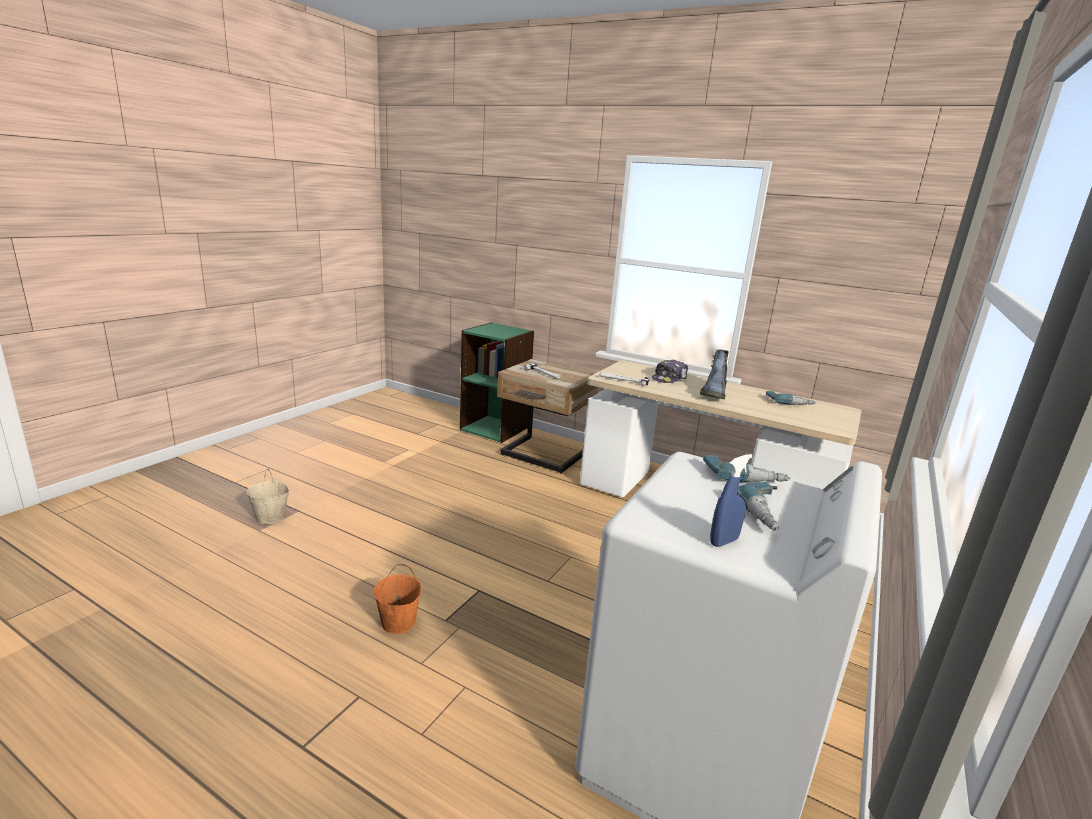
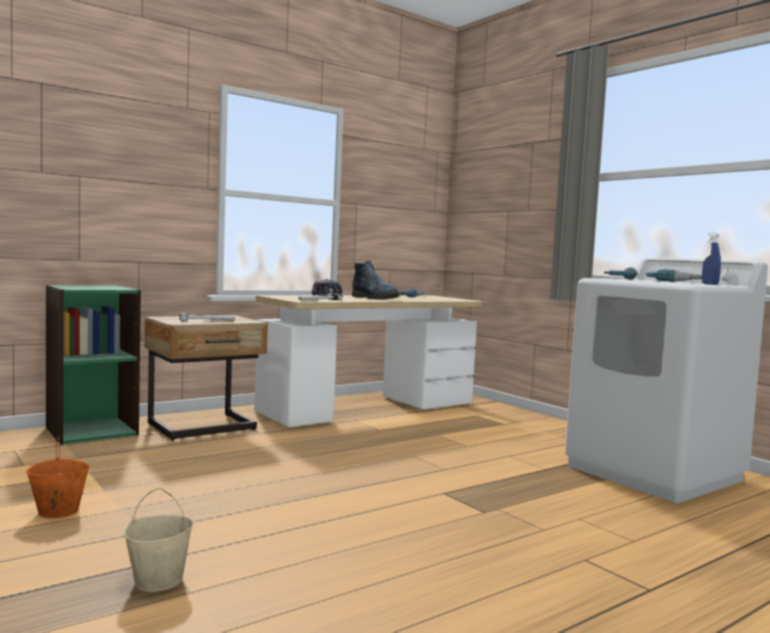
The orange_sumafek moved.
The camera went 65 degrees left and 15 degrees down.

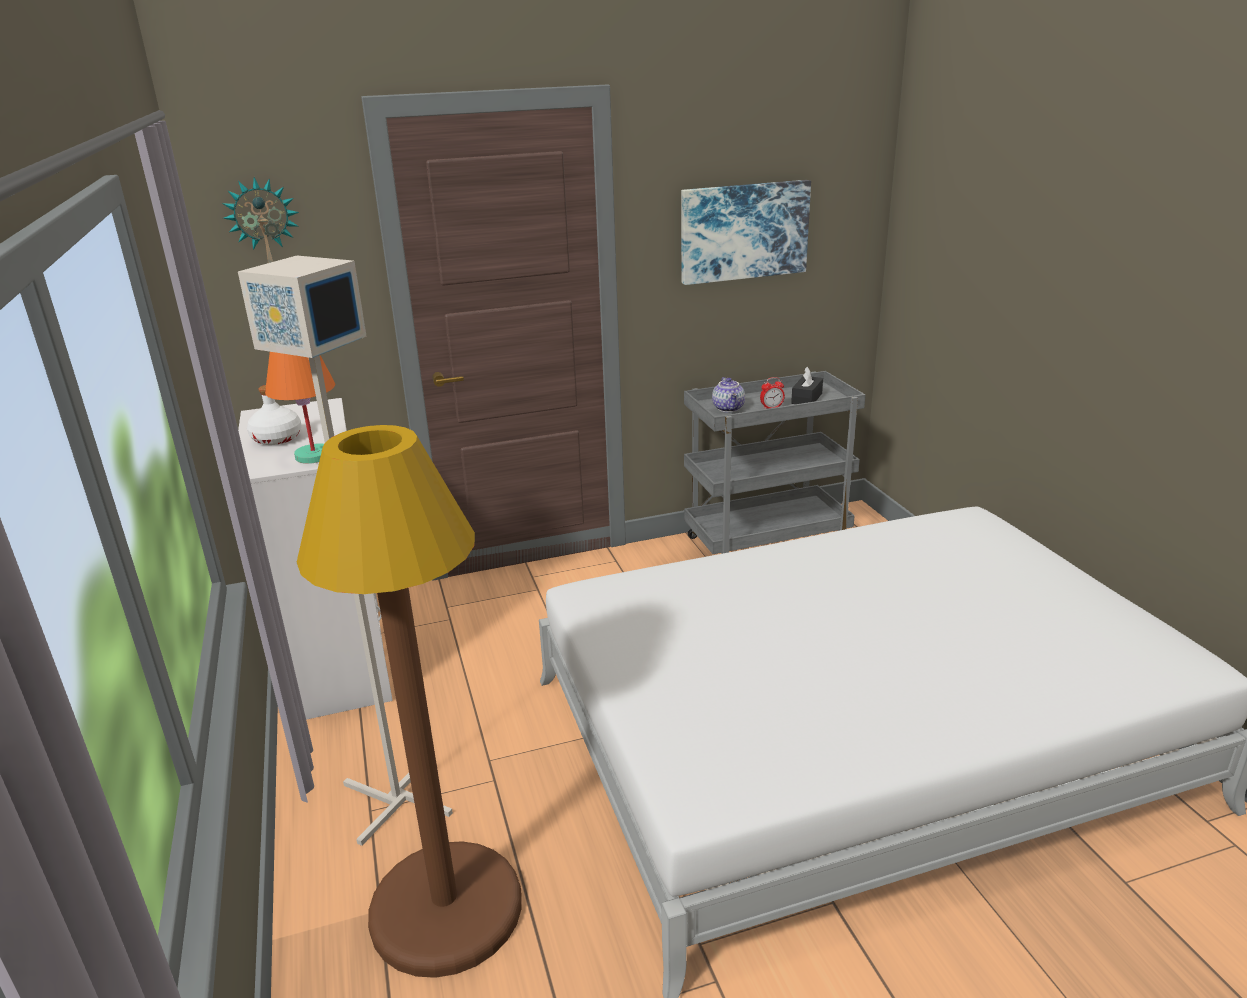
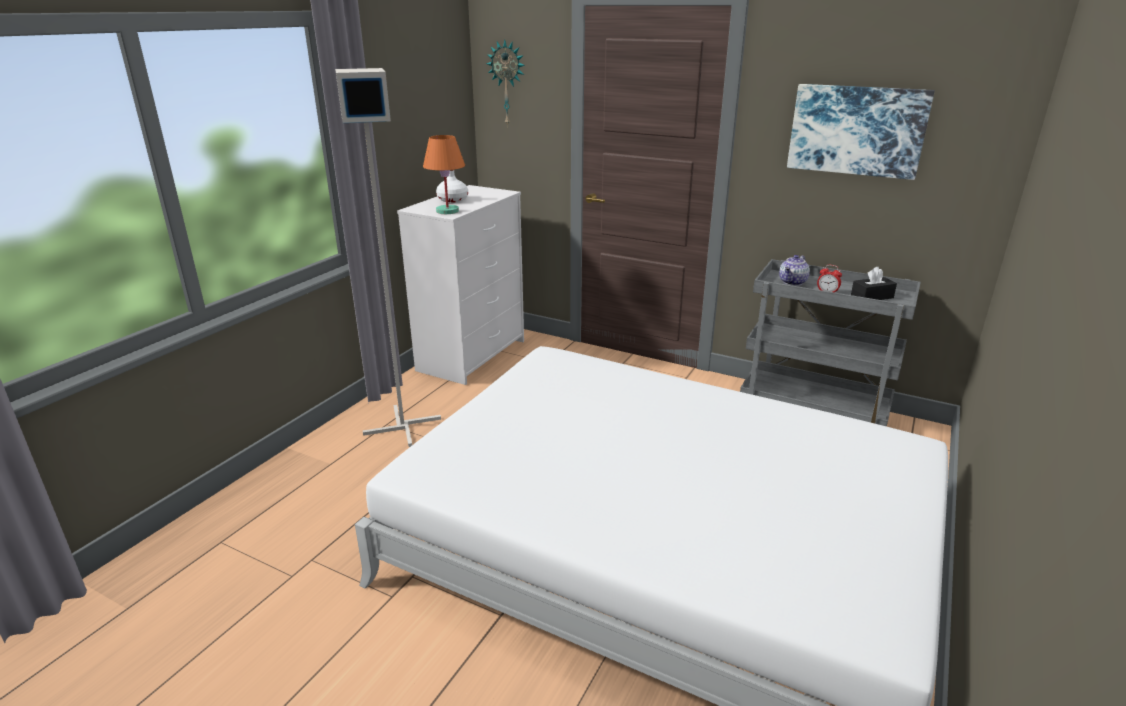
The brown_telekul disappeared.
The camera went 45 degrees right and 0 degrees up.

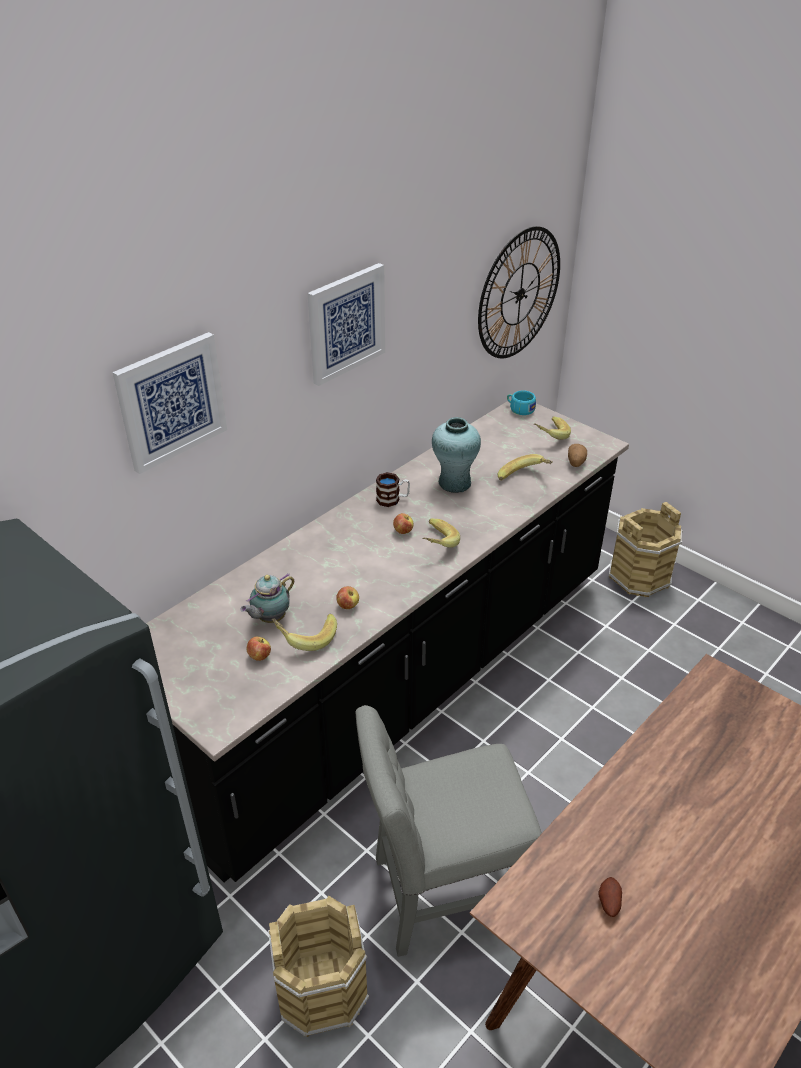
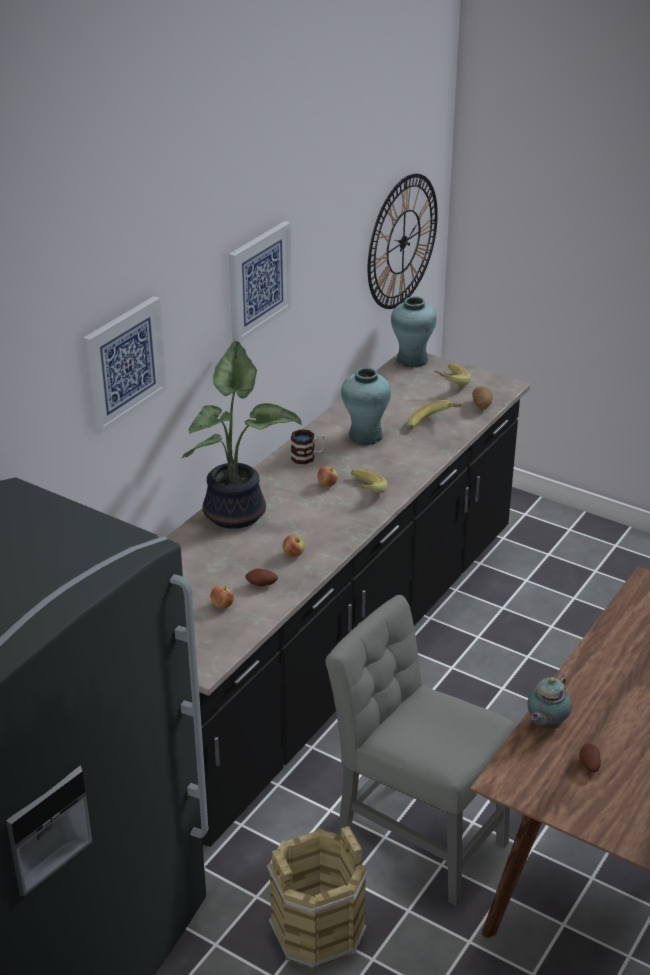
The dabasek appeared.
The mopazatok (no. 1 from left) was replaced by the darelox (no. 1 from left).
The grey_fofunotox turned 60 degrees clockwise.
The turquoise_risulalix was replaced by the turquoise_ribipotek (no. 2 from left).
The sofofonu moved.
The brown_sumafek (no. 2 from left) disappeared.
The camera went 10 degrees left and 5 degrees down.

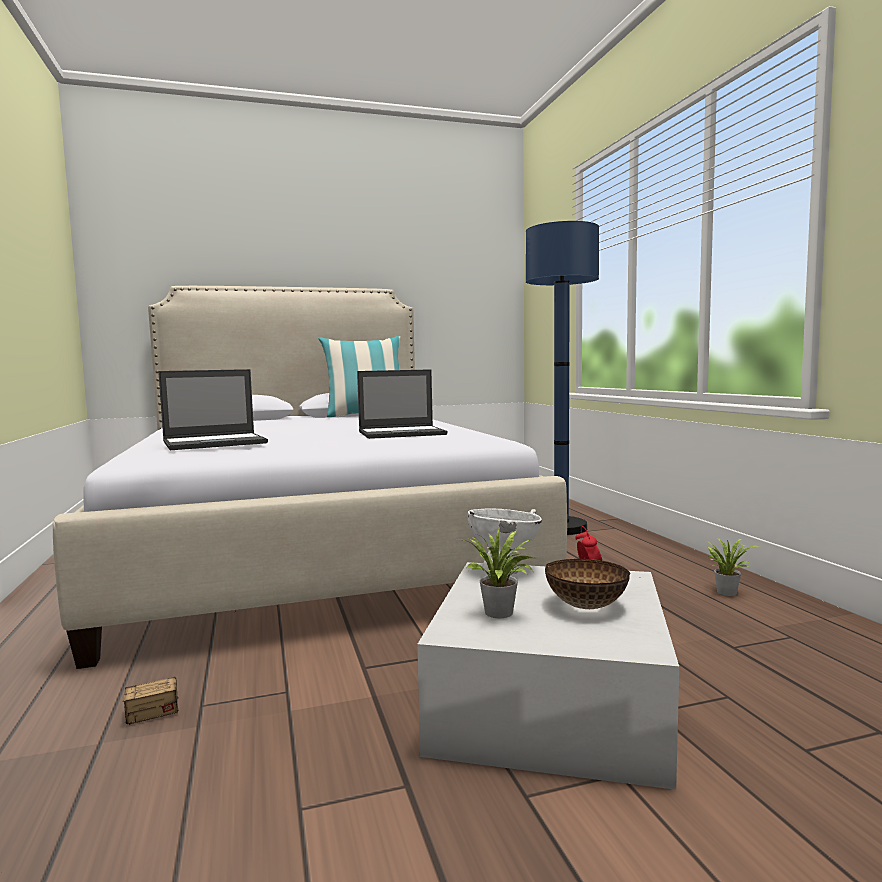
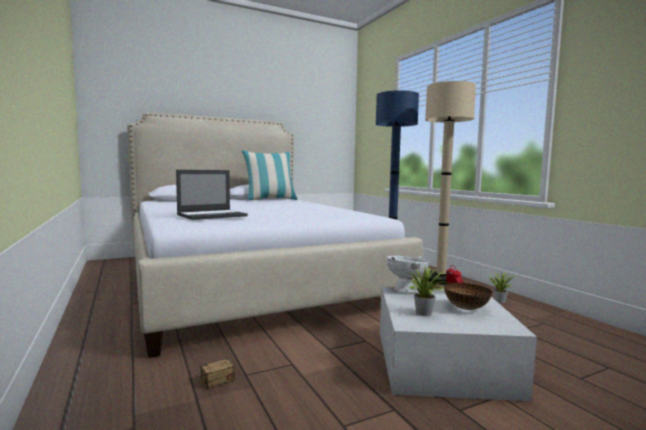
The beige_telekul appeared.
The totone (no. 2 from left) disappeared.
The camera went 10 degrees left and 0 degrees up.

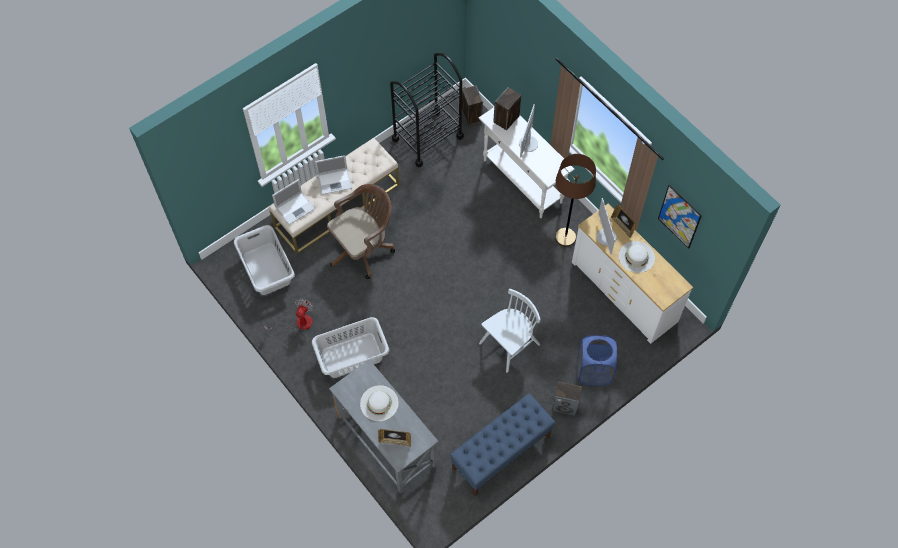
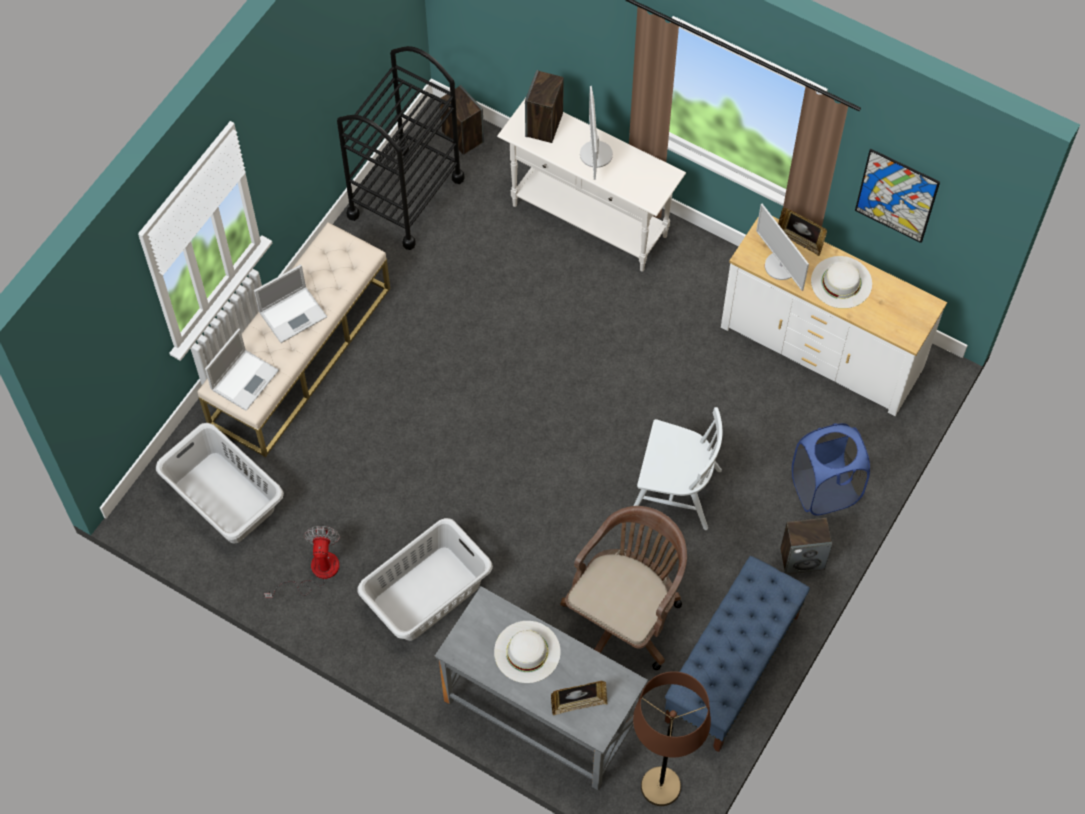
The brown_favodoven moved.
The white_fofunotox turned 75 degrees clockwise.
The brown_telekul moved.
The camera went 20 degrees left and 0 degrees up.

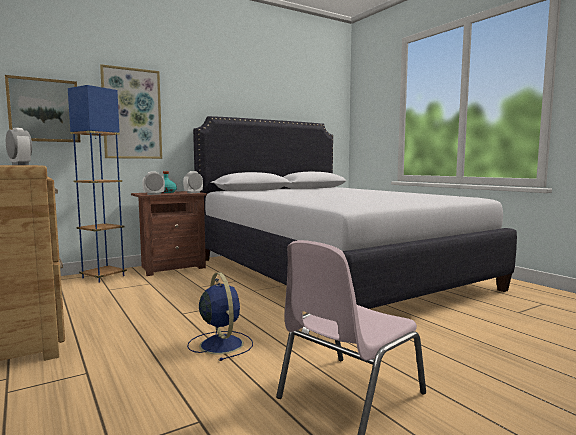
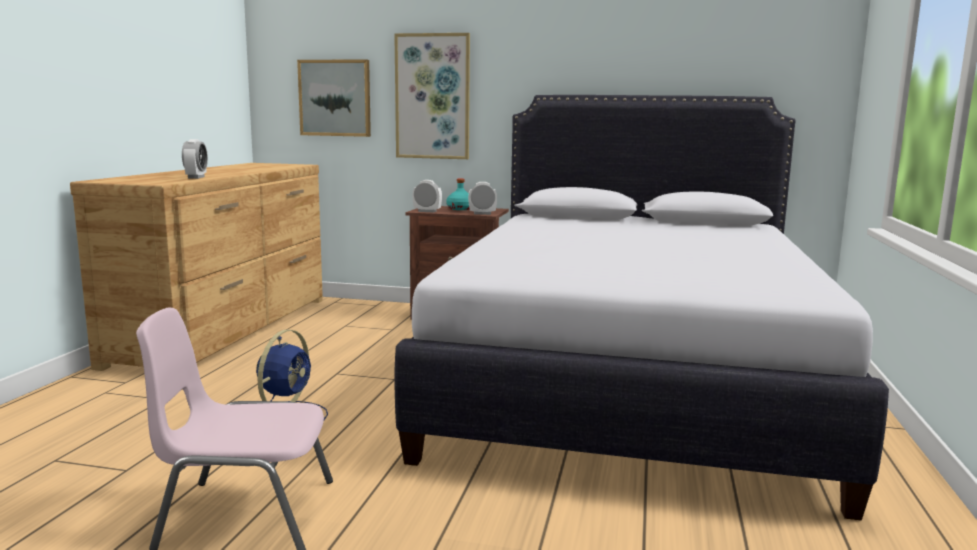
The blue_telekul disappeared.
The camera went 45 degrees right and 5 degrees up.

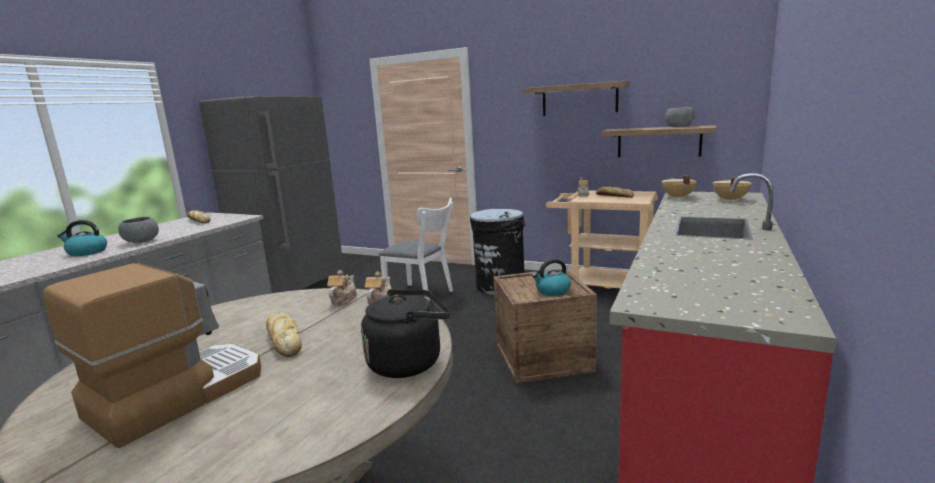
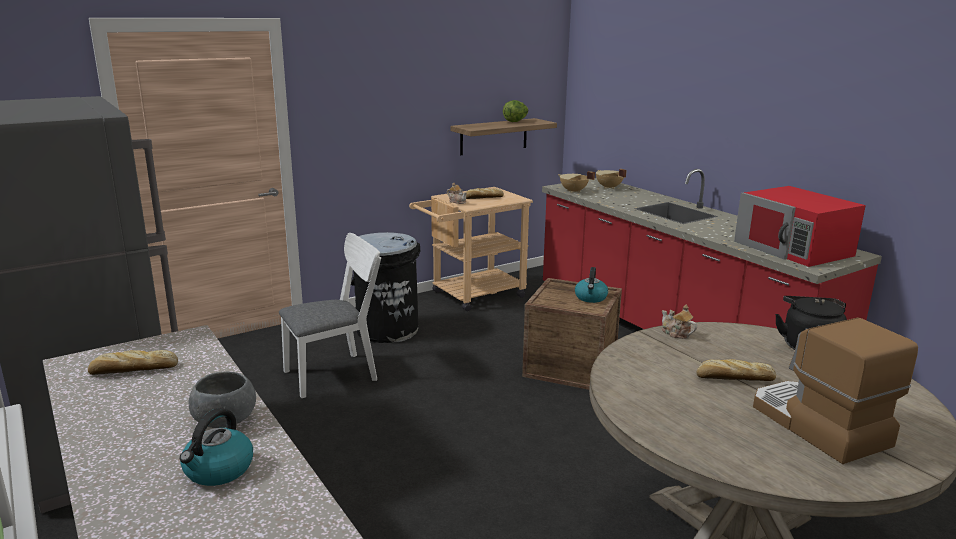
The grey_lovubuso (no. 2 from left) was replaced by the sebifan.
The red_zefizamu appeared.
The sofofonu (no. 1 from left) disappeared.
The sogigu (no. 1 from left) disappeared.
The camera went 60 degrees left and 5 degrees up.

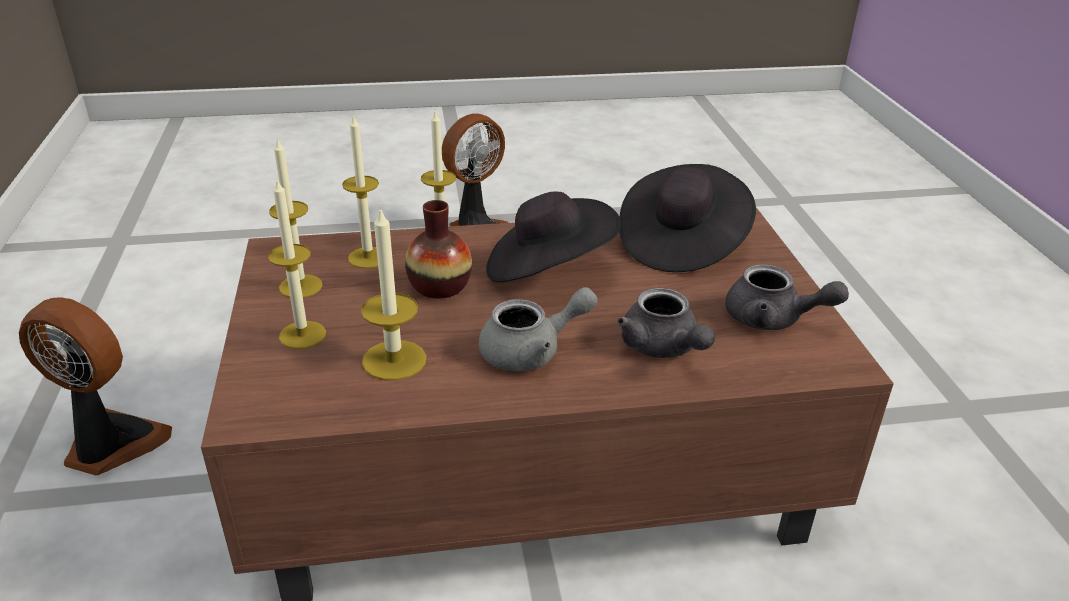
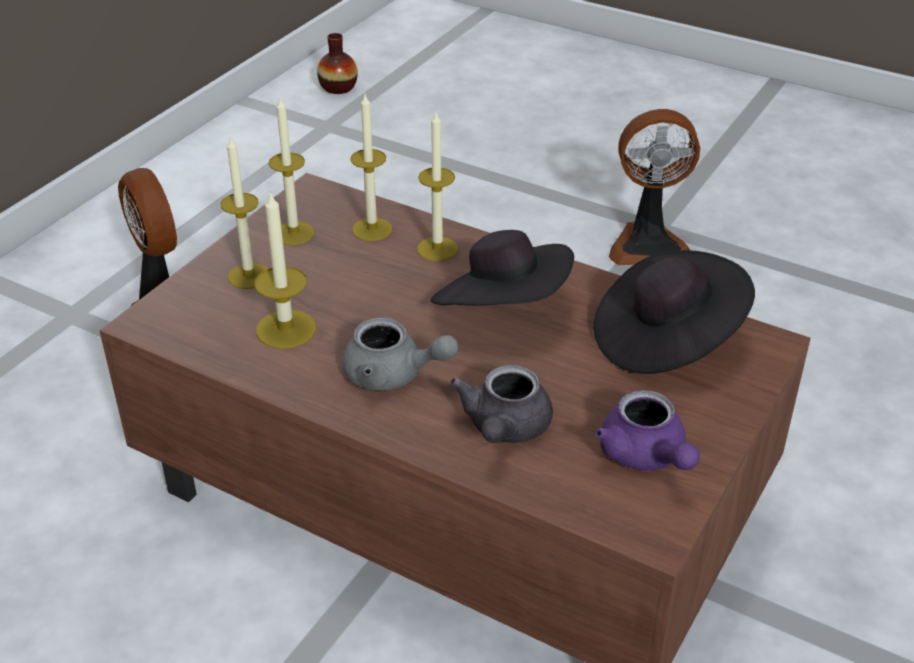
The ribipotek moved.
The grey_sofofonu (no. 3 from left) became the purple_sofofonu.
The camera went 40 degrees right and 5 degrees up.

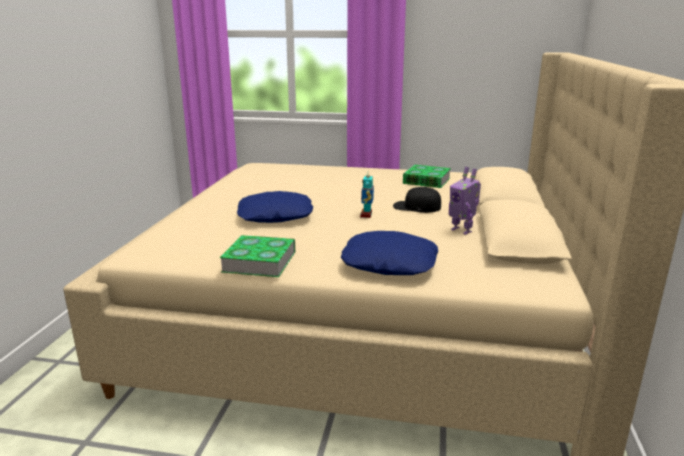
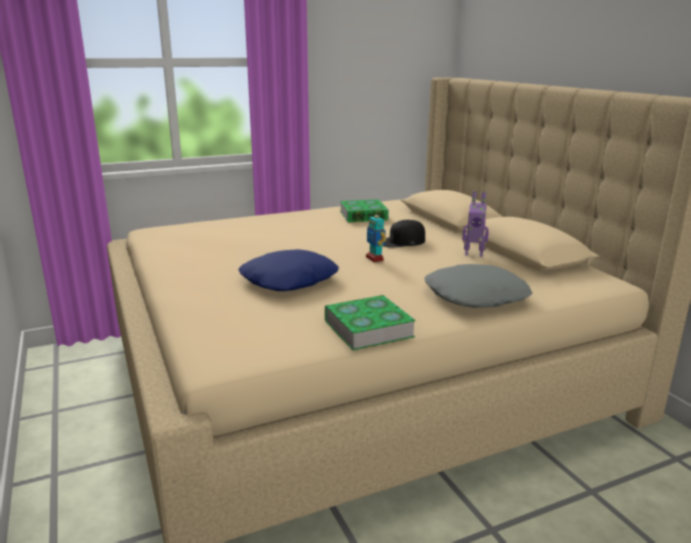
The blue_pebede (no. 2 from left) became the grey_pebede.
The camera went 35 degrees left and 0 degrees up.

